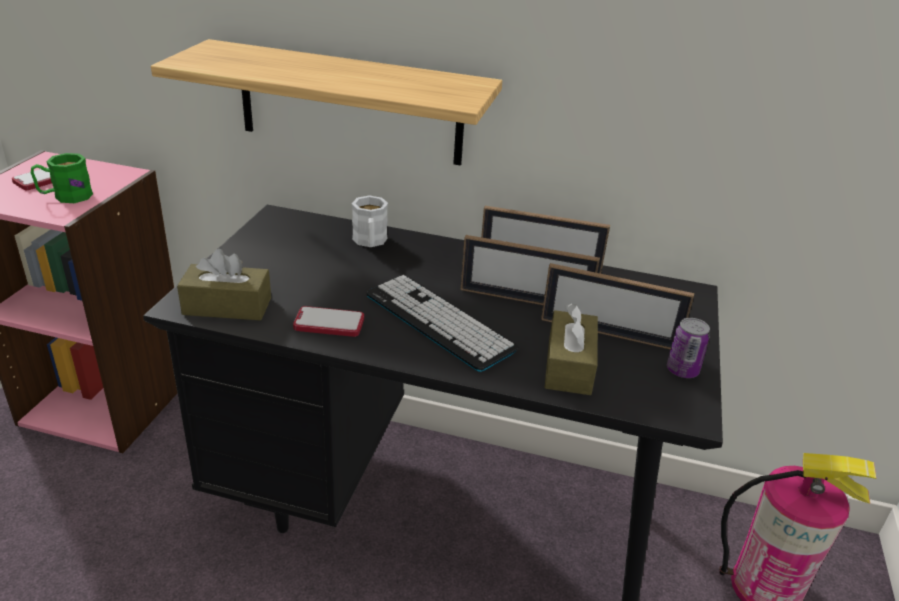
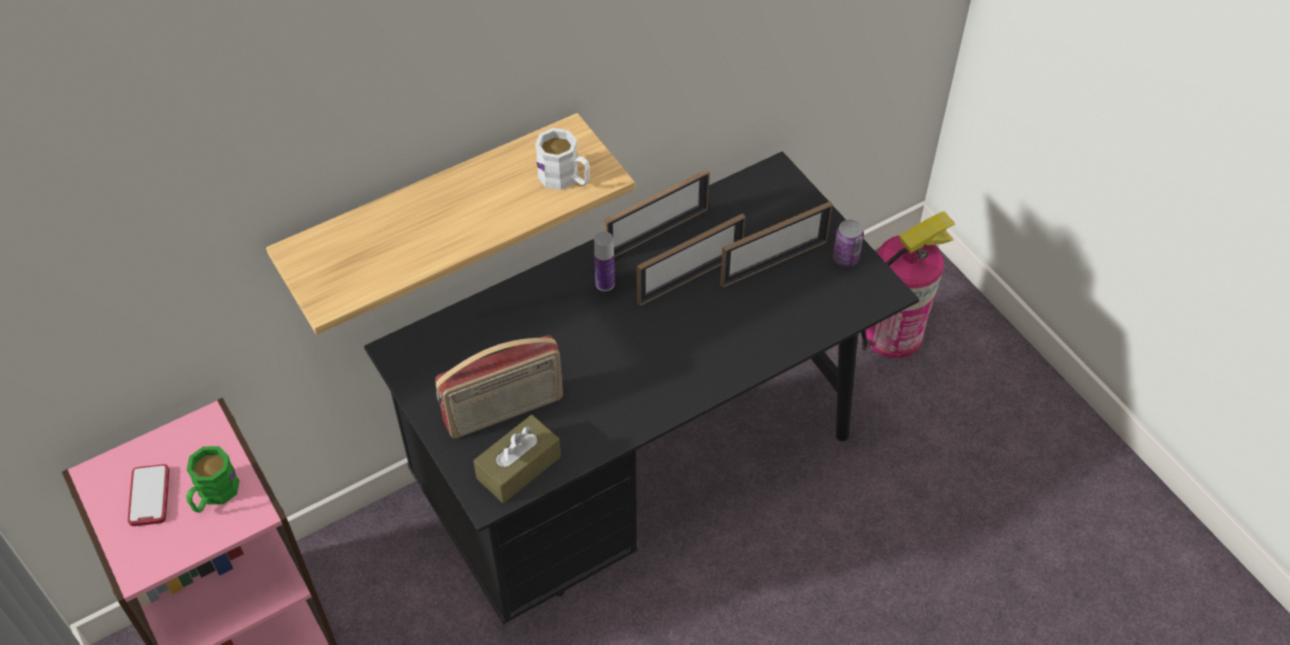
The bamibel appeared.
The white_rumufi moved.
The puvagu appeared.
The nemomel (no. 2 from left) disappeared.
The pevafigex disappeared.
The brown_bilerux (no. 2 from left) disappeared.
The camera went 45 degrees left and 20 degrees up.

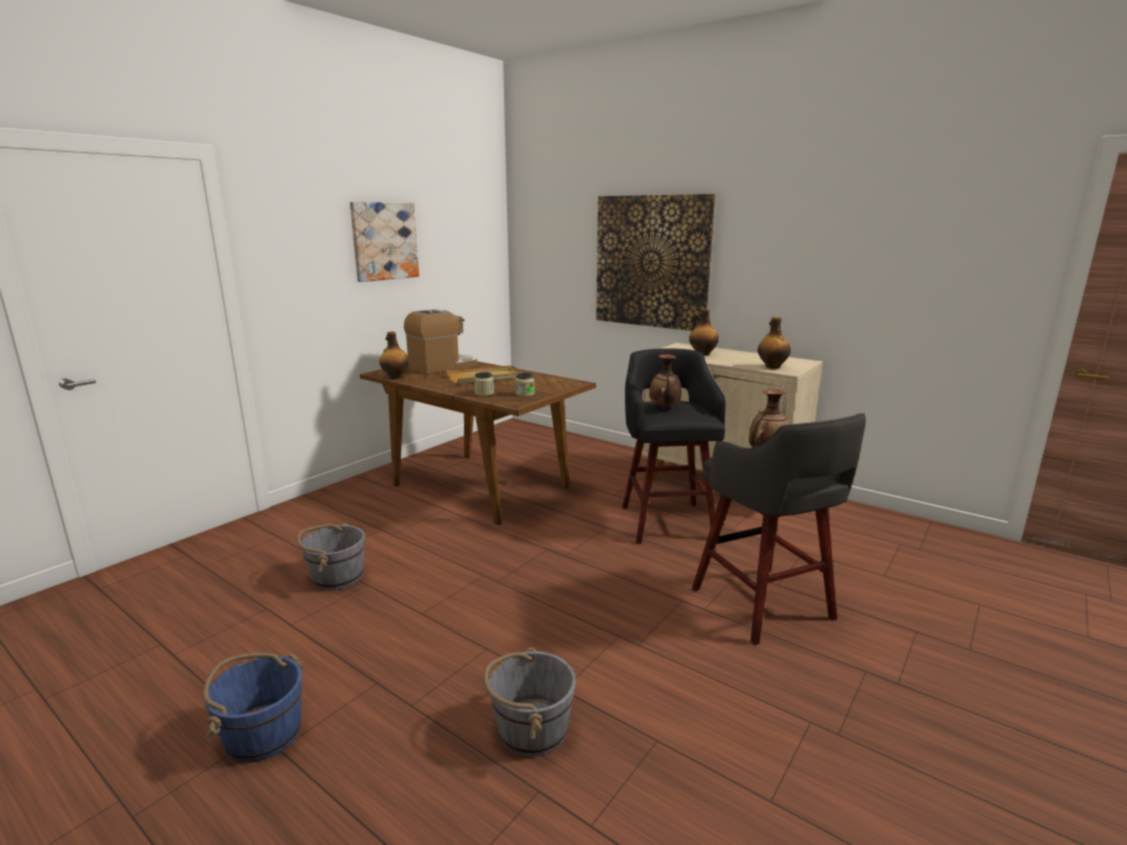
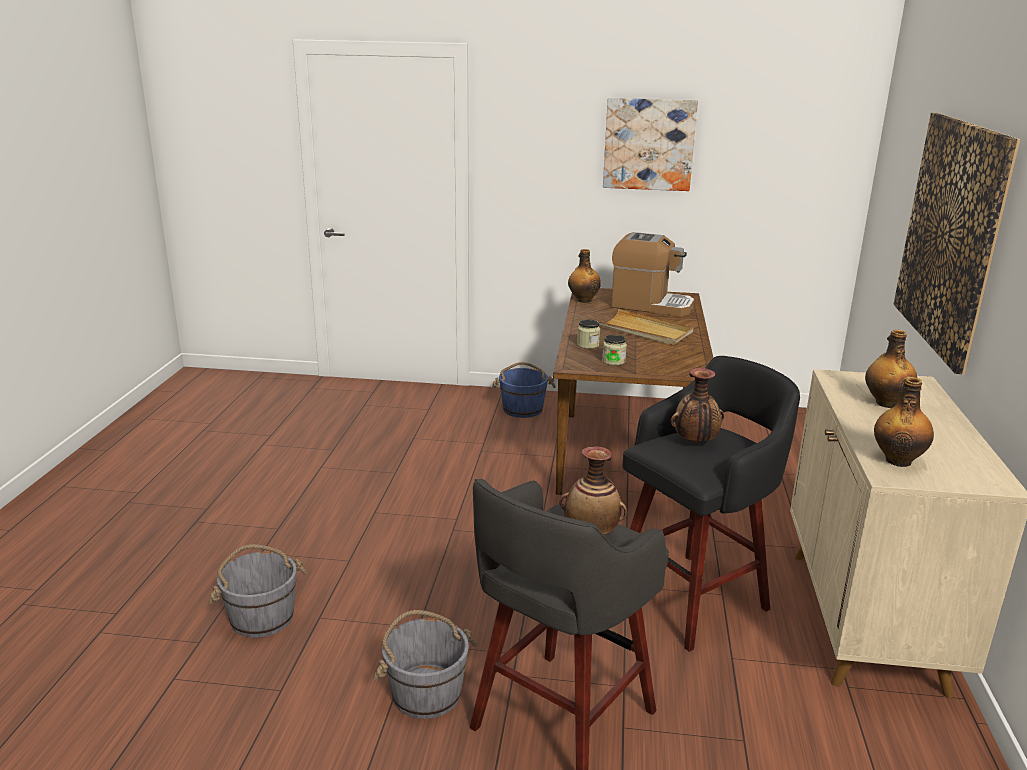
The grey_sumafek (no. 1 from left in the first image) moved.
The blue_sumafek moved.
The camera went 60 degrees right and 5 degrees up.

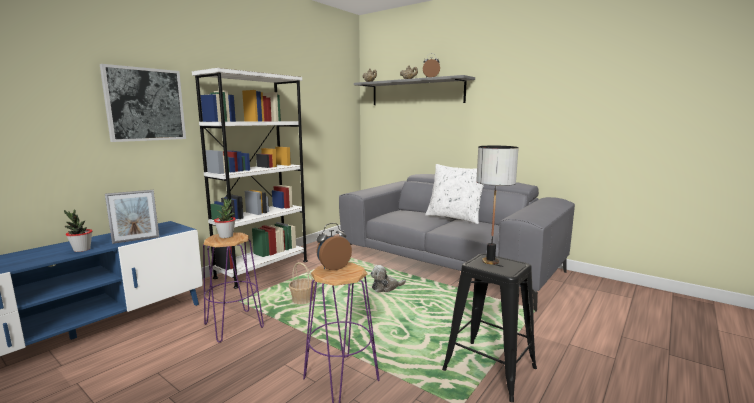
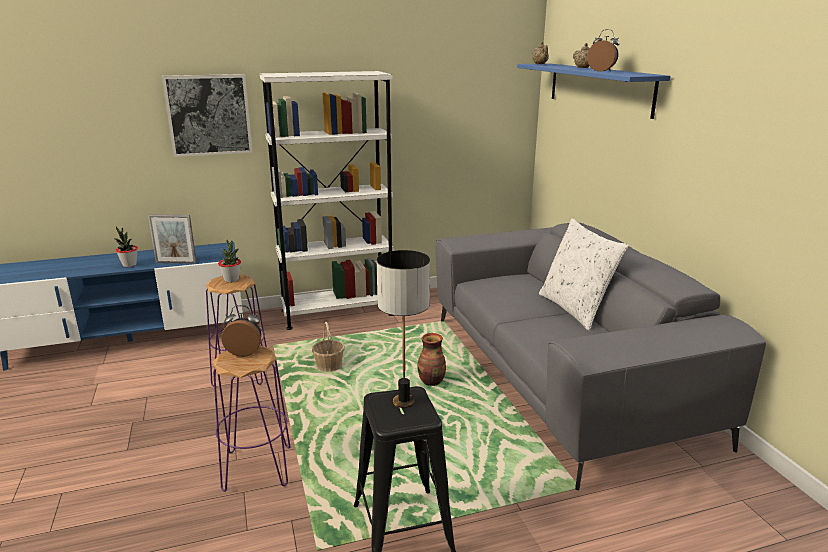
The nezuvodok was replaced by the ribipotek.
The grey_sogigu became the blue_sogigu.
The camera went 35 degrees right and 10 degrees up.

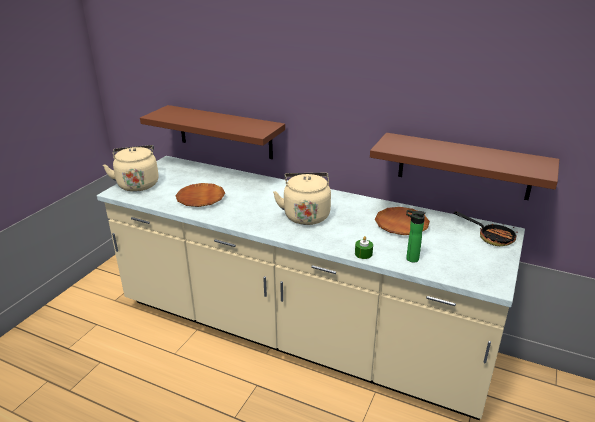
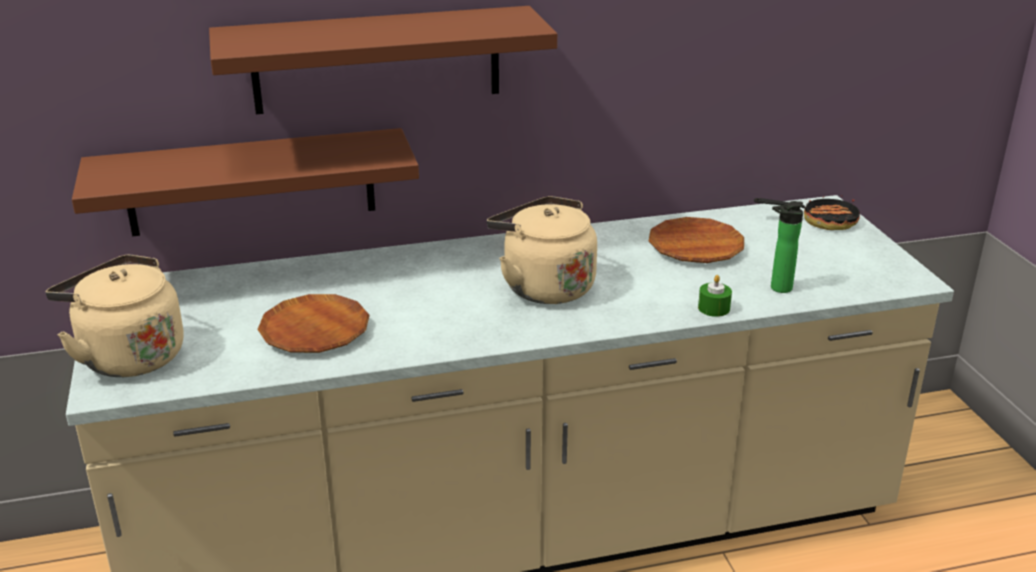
The brown_sogigu (no. 2 from left) moved.
The camera went 40 degrees left and 0 degrees up.

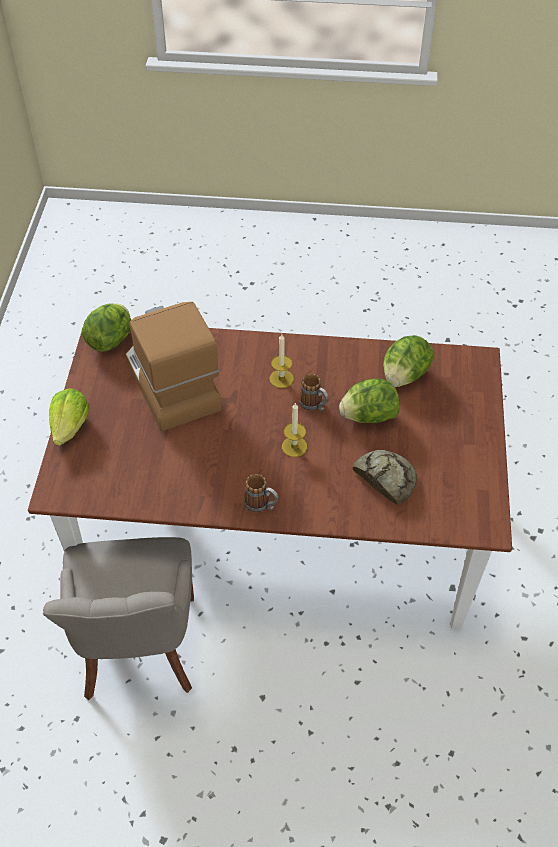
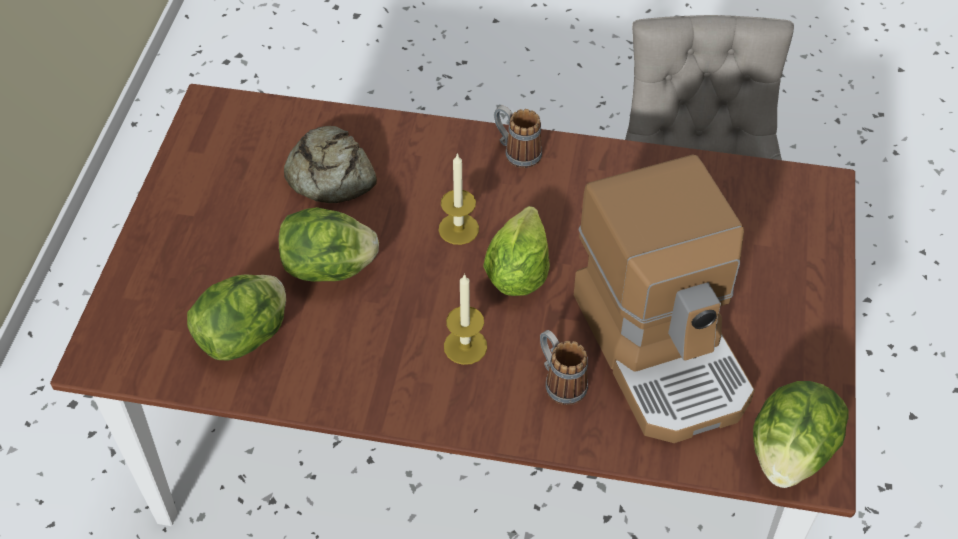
The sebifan (no. 1 from left in the first image) moved.
The rumufi (no. 2 from left) moved.
The camera went 175 degrees left and 0 degrees up.

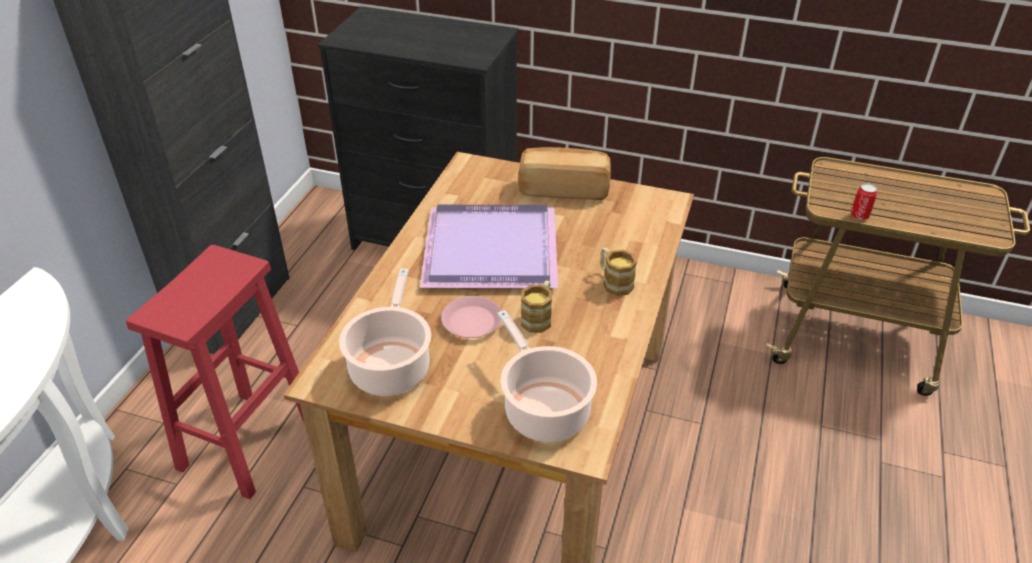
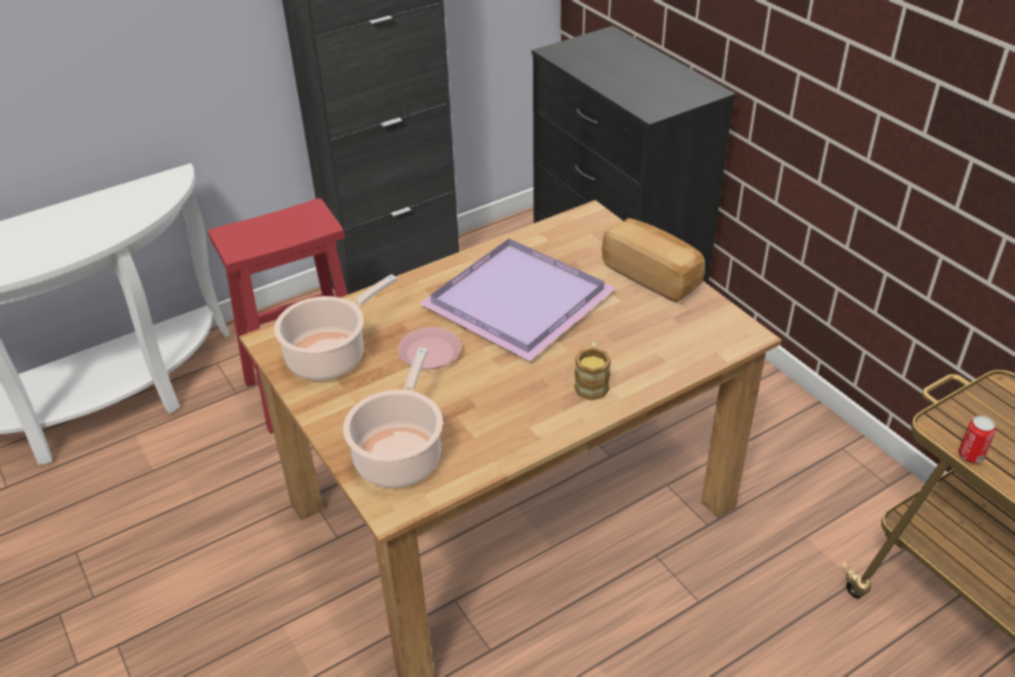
The rumufi (no. 1 from left) disappeared.
The camera went 40 degrees right and 0 degrees up.

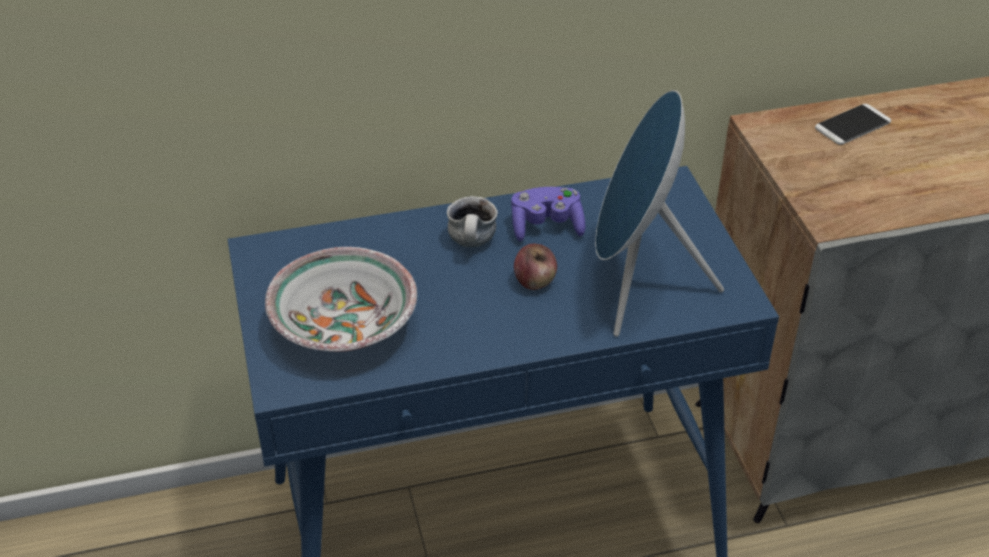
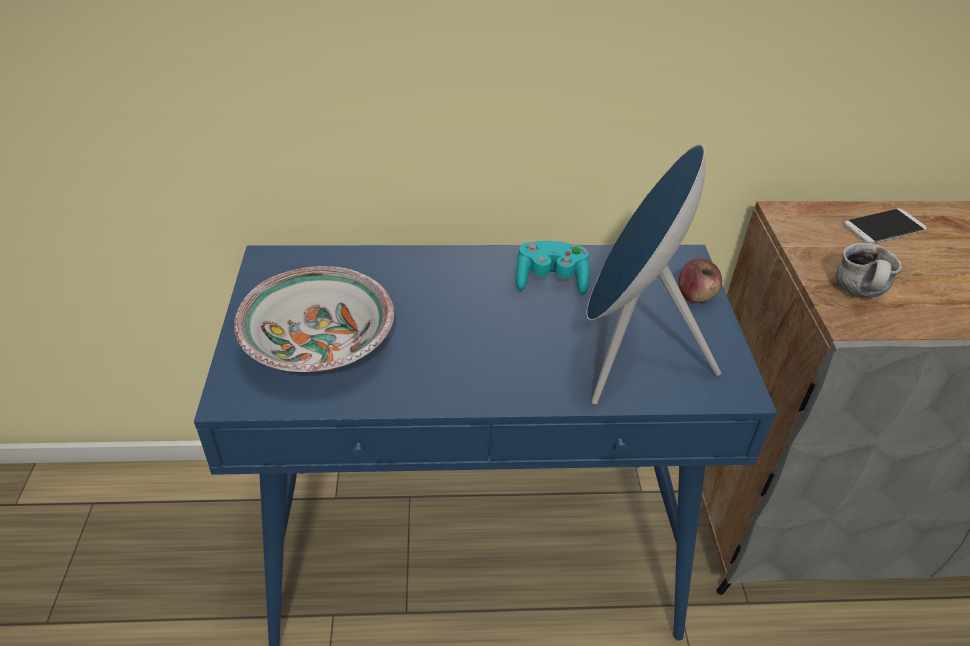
The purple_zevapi became the turquoise_zevapi.
The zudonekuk moved.
The rumufi moved.
The camera went 10 degrees right and 0 degrees up.

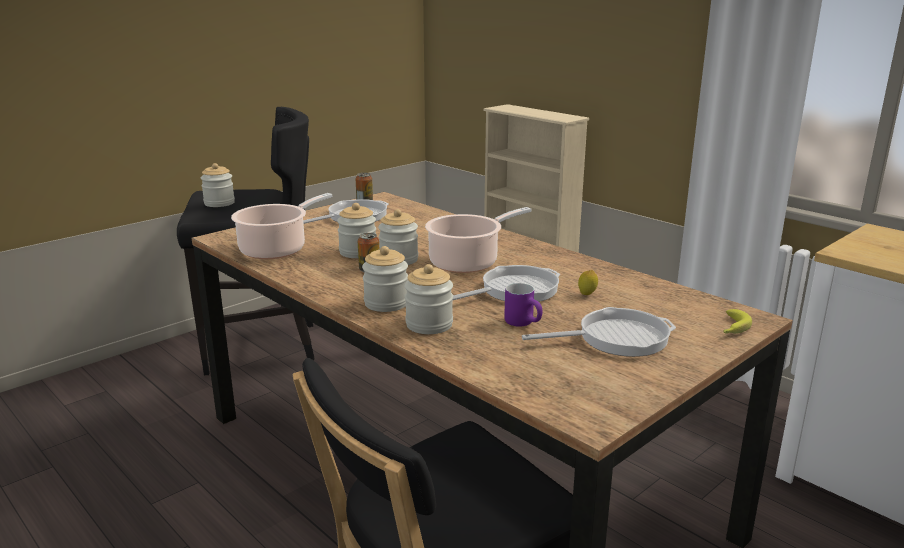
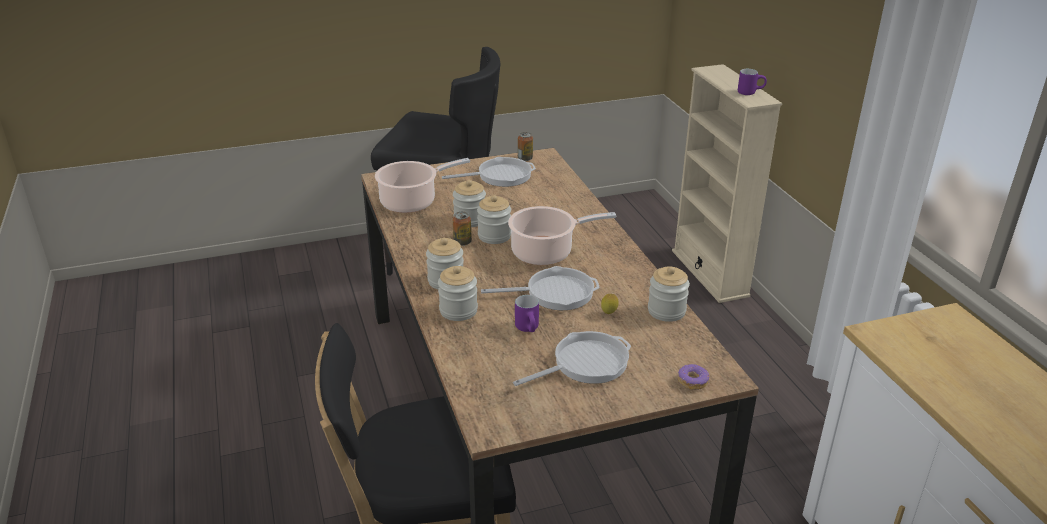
The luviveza (no. 3 from left) turned 45 degrees counterclockwise.
The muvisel (no. 1 from left in the first image) moved.
The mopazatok was replaced by the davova.
The purple_rumufi (no. 2 from left) appeared.
The camera went 25 degrees right and 10 degrees up.

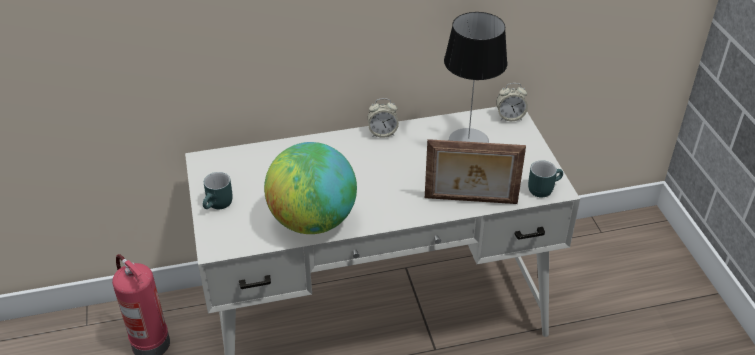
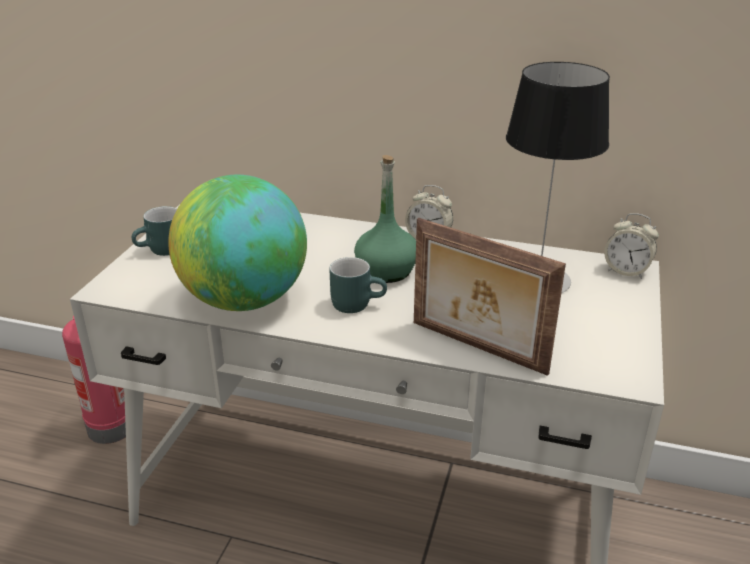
The turquoise_rumufi (no. 2 from left) moved.
The green_puvagu appeared.
The camera went 30 degrees right and 10 degrees down.

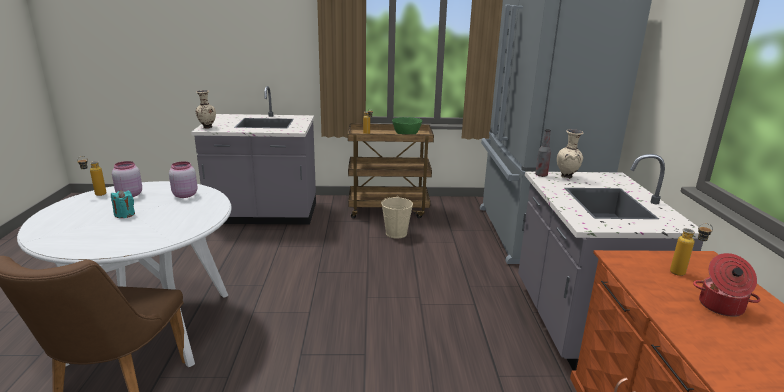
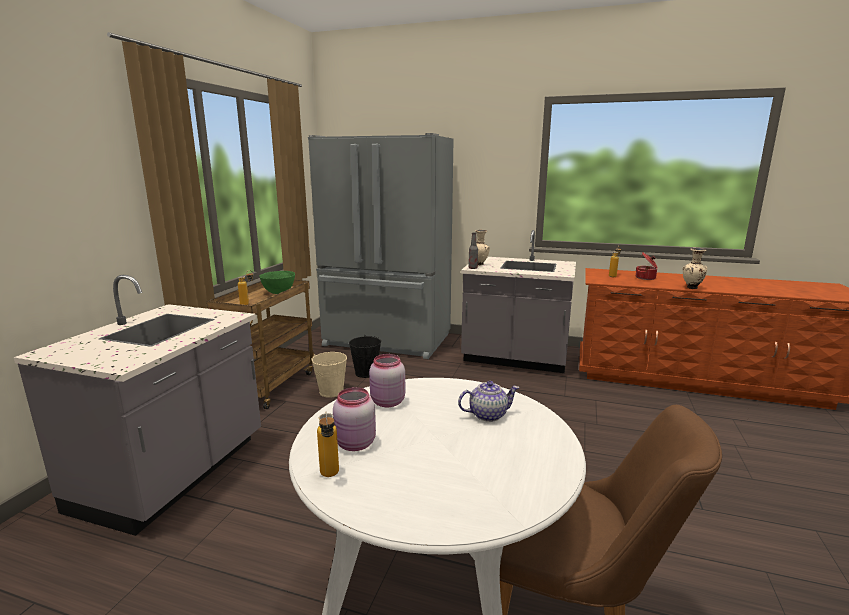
The black_sumafek appeared.
The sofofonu appeared.
The beige_ribipotek (no. 1 from left in the first image) moved.
The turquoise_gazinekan disappeared.
The camera went 70 degrees left and 5 degrees down.

